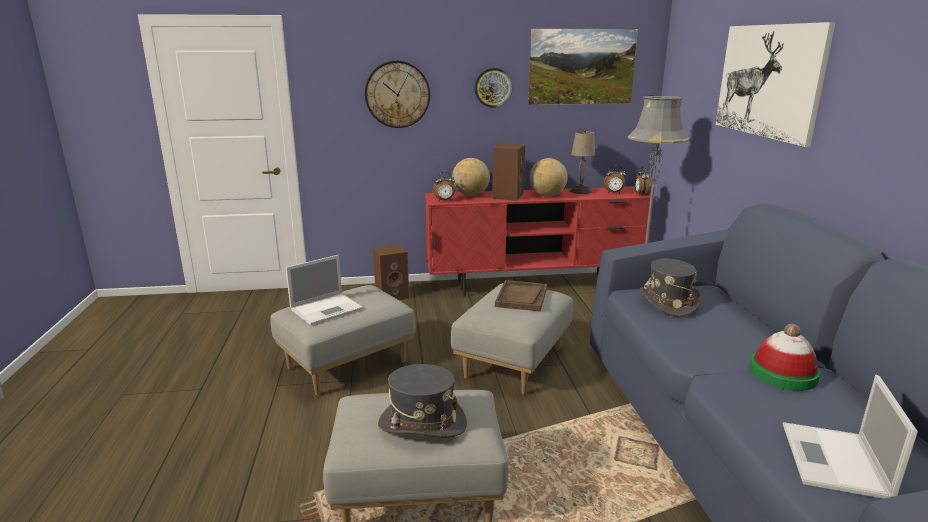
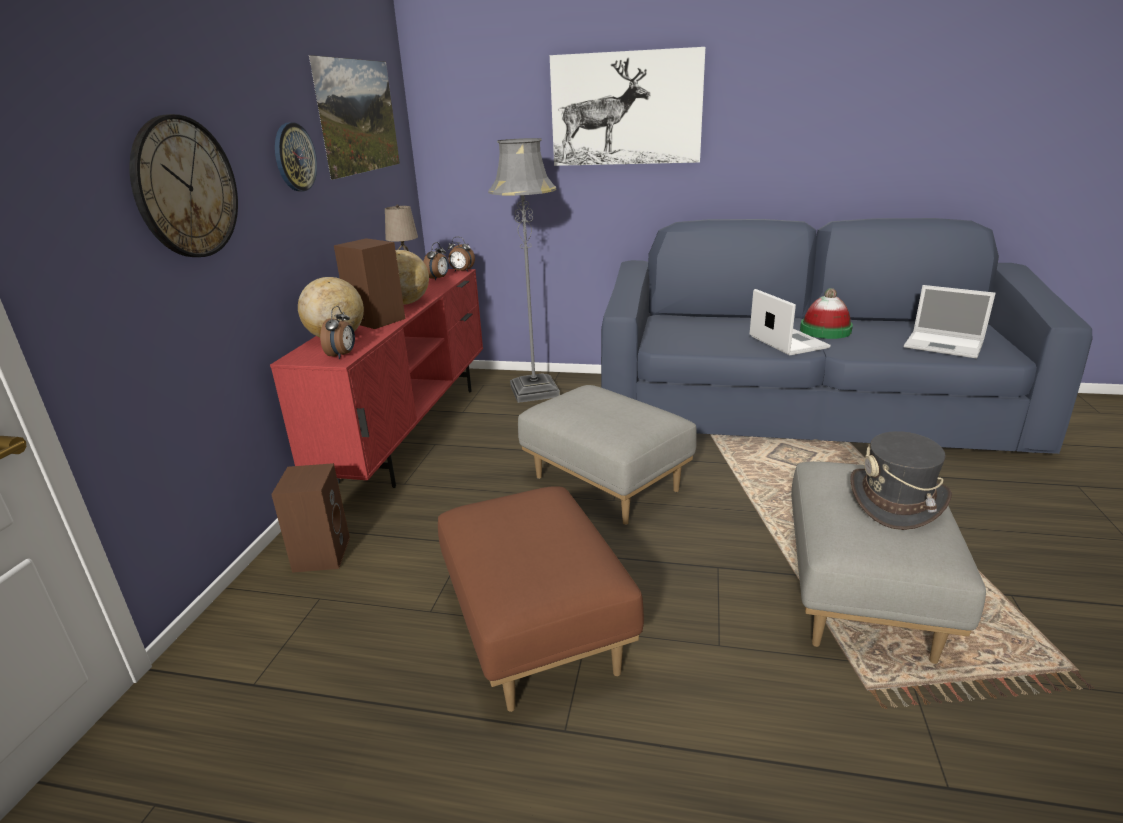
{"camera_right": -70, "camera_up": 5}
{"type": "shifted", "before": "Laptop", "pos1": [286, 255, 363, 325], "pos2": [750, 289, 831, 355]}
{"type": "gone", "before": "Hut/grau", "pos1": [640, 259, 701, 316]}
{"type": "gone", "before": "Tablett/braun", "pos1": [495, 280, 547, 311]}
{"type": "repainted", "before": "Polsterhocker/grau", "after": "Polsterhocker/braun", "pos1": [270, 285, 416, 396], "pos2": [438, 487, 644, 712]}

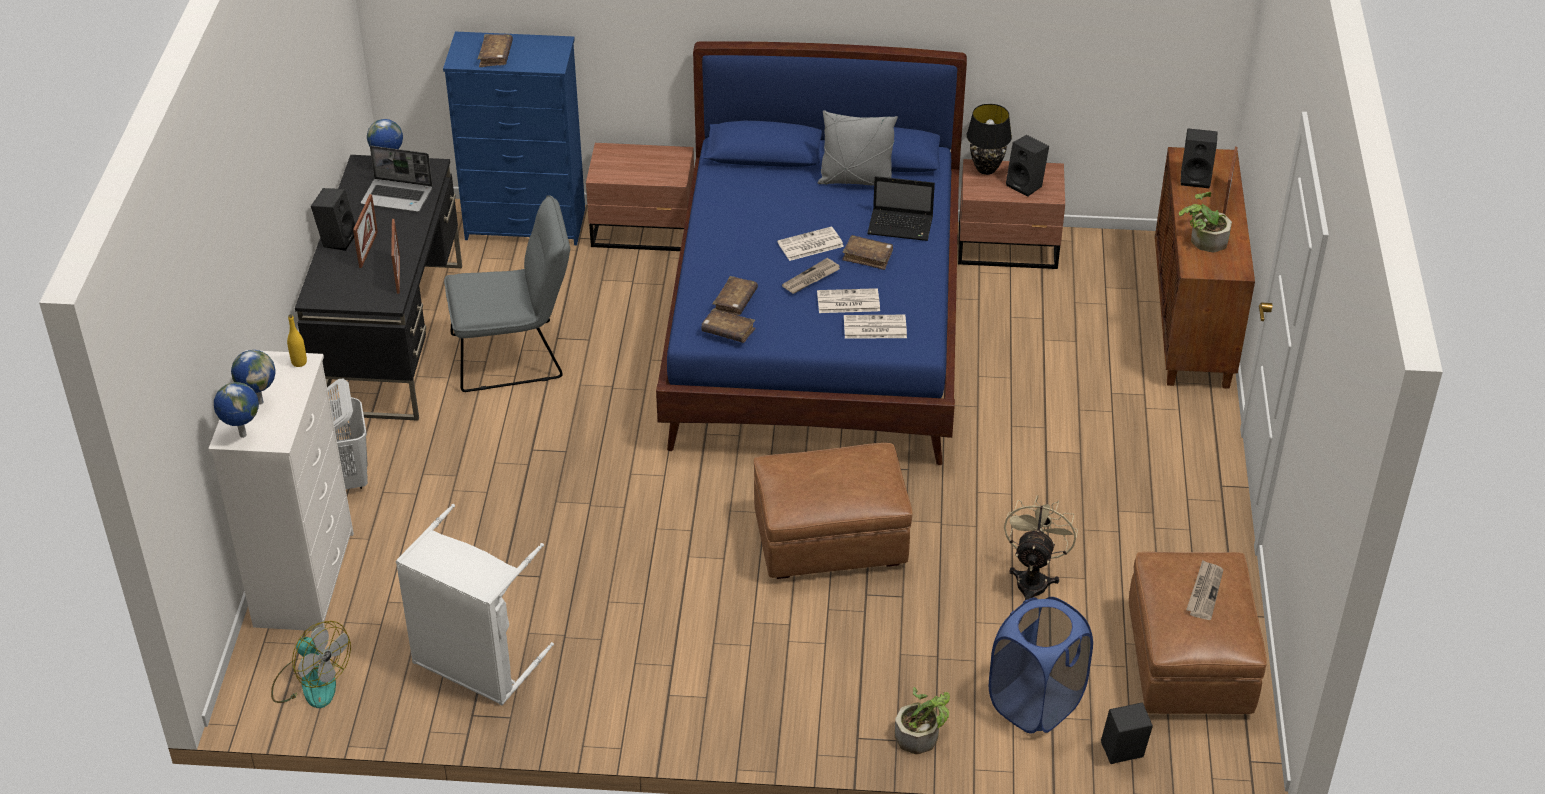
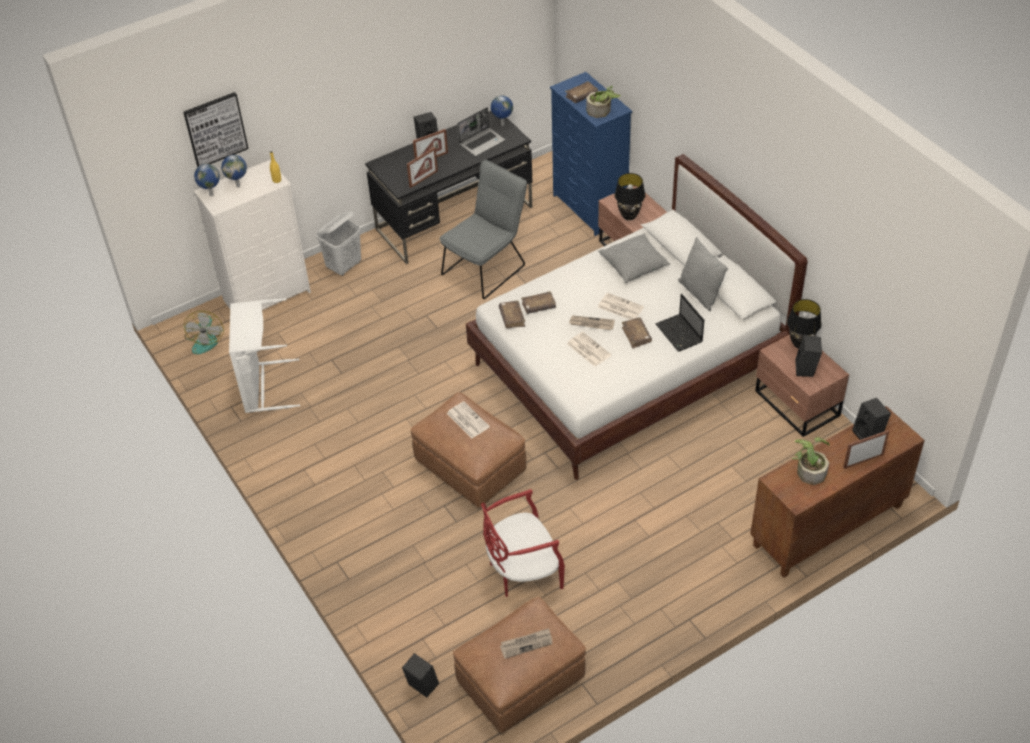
{"camera_right": 55, "camera_up": 5}
{"type": "repainted", "before": "Bett/blau", "after": "Bett/weiß", "pos1": [656, 42, 967, 465], "pos2": [466, 154, 807, 480]}
{"type": "rotated", "before": "Laptop", "pos1": [361, 146, 433, 212], "pos2": [457, 107, 505, 156], "turn": -105}
{"type": "rotated", "before": "Stuhl/grau", "pos1": [444, 195, 570, 392], "pos2": [440, 160, 527, 299], "turn": -90}
{"type": "shifted", "before": "Zeitung", "pos1": [844, 315, 907, 339], "pos2": [447, 401, 490, 438]}
{"type": "swapped", "before": "Ventilator/beige", "after": "Stuhl/rot", "pos1": [1004, 495, 1078, 600], "pos2": [481, 489, 565, 597]}
{"type": "gone", "before": "Wäschekorb/blau", "pos1": [989, 597, 1093, 734]}
{"type": "shifted", "before": "Topfpflanze", "pos1": [895, 687, 950, 754], "pos2": [586, 86, 621, 118]}
{"type": "new", "after": "Bild", "pos2": [183, 92, 249, 167]}
{"type": "new", "after": "Tischlampe/schwarz", "pos2": [615, 173, 645, 220]}
{"type": "new", "after": "Kissen/grau", "pos2": [598, 233, 670, 283]}

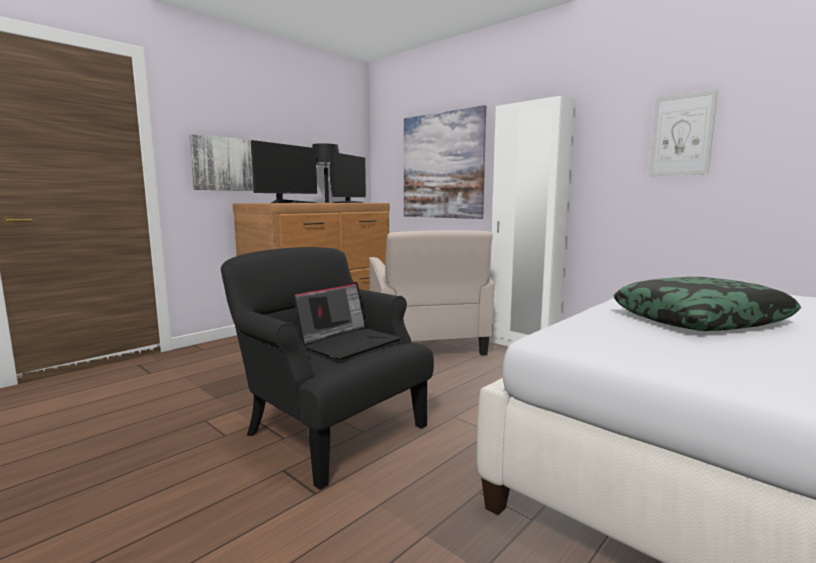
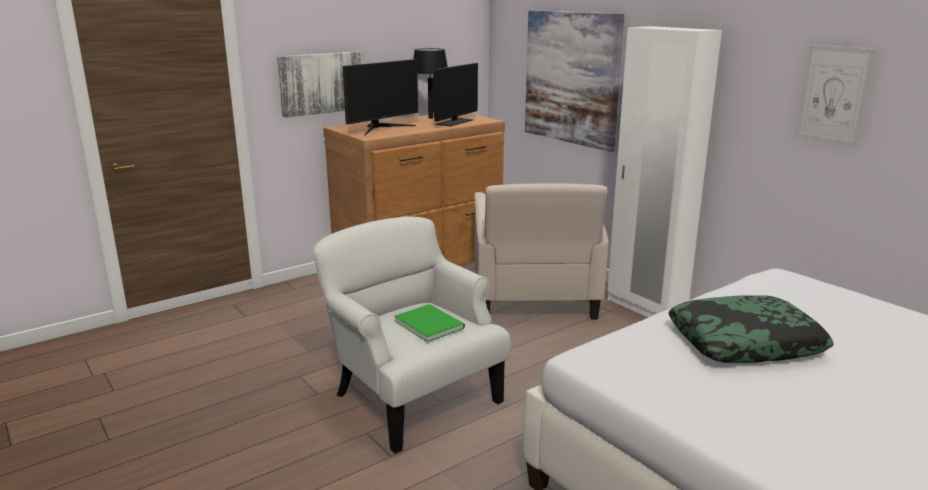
{"camera_right": 10, "camera_up": 10}
{"type": "repainted", "before": "Sessel/schwarz", "after": "Sessel/weiß", "pos1": [221, 247, 434, 490], "pos2": [313, 216, 511, 454]}
{"type": "swapped", "before": "Laptop", "after": "Buch/grün", "pos1": [293, 282, 401, 360], "pos2": [394, 304, 465, 342]}

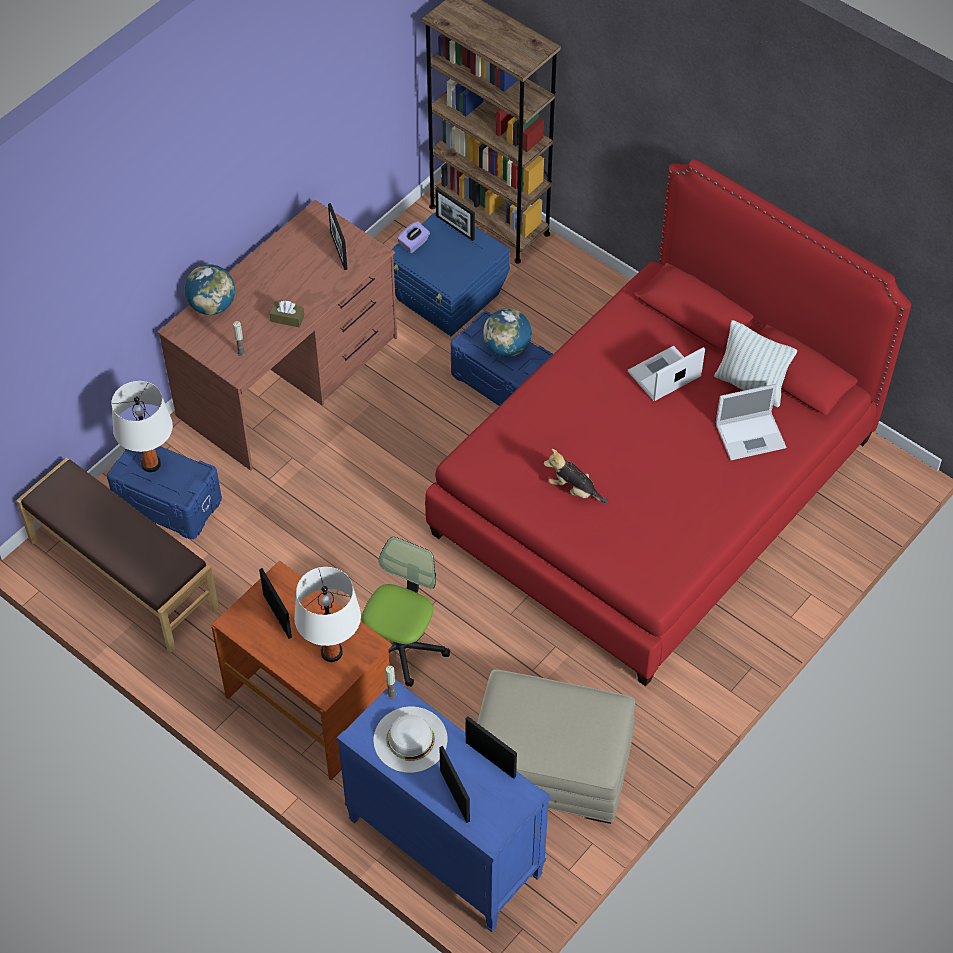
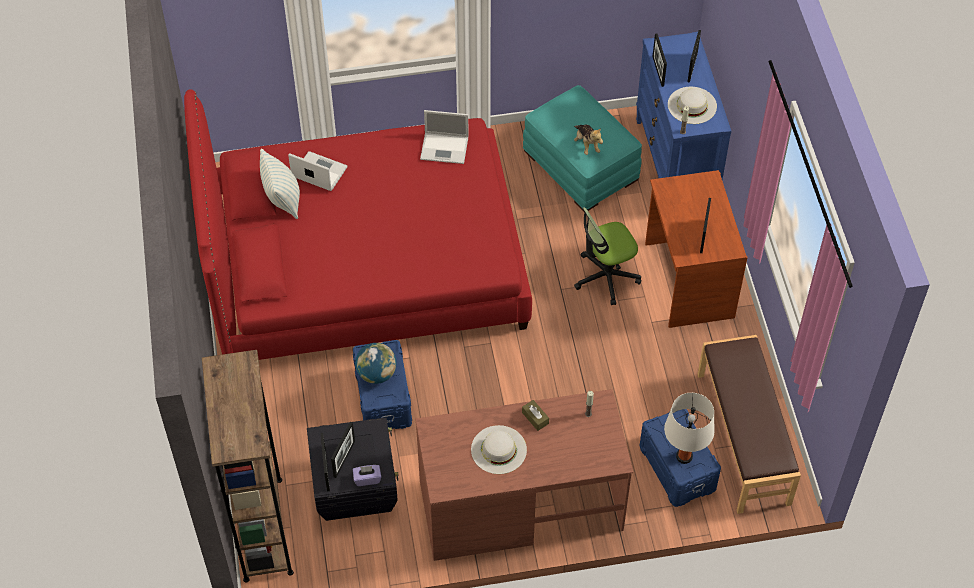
{"camera_right": -140, "camera_up": 0}
{"type": "shifted", "before": "Bilderrahmen", "pos1": [328, 203, 347, 270], "pos2": [331, 422, 355, 478]}
{"type": "repainted", "before": "Aufbewahrungsbox/blau", "after": "Aufbewahrungsbox/schwarz", "pos1": [392, 212, 510, 336], "pos2": [307, 417, 399, 521]}
{"type": "gone", "before": "Globus", "pos1": [184, 264, 235, 315]}
{"type": "shifted", "before": "Laptop", "pos1": [628, 346, 705, 401], "pos2": [420, 110, 469, 164]}
{"type": "shifted", "before": "Plüschtier", "pos1": [544, 449, 608, 503], "pos2": [574, 125, 603, 155]}
{"type": "gone", "before": "Tischlampe/weiß", "pos1": [294, 567, 361, 662]}
{"type": "repainted", "before": "Polsterhocker/beige", "after": "Polsterhocker/türkis", "pos1": [477, 669, 635, 824], "pos2": [523, 85, 642, 212]}
{"type": "new", "after": "Hut/weiß", "pos2": [471, 425, 527, 474]}

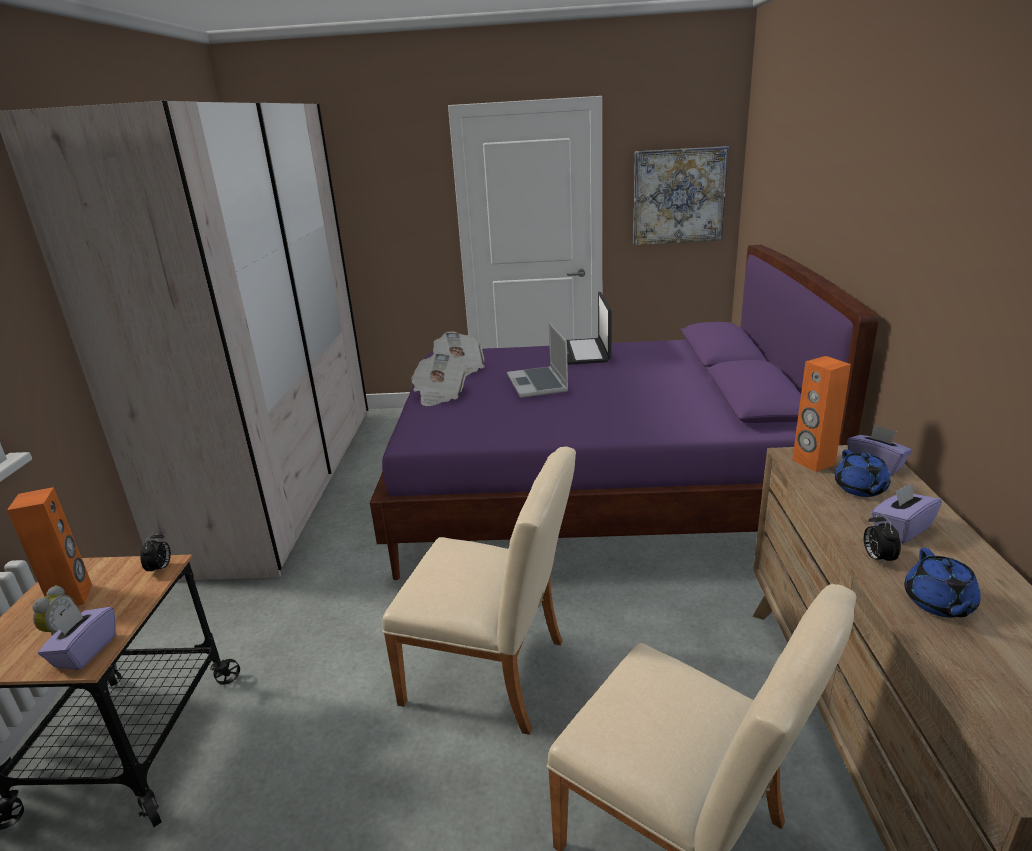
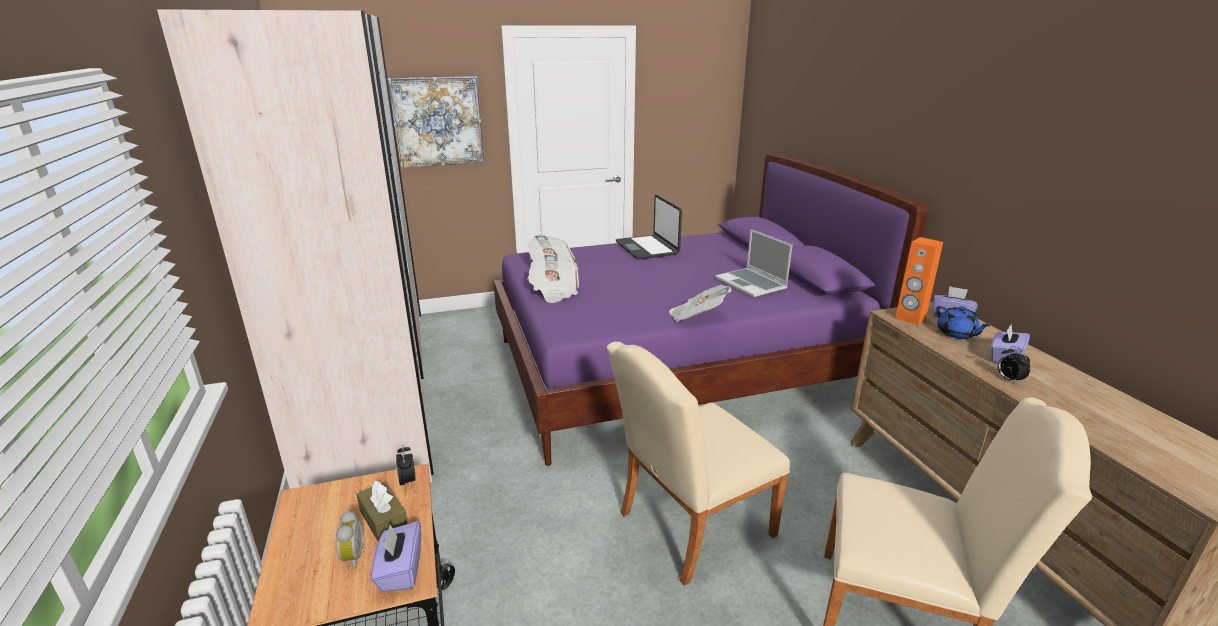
{"camera_right": -20, "camera_up": 0}
{"type": "shifted", "before": "Bild", "pos1": [633, 146, 729, 245], "pos2": [387, 76, 484, 168]}
{"type": "shifted", "before": "Laptop", "pos1": [507, 323, 568, 398], "pos2": [715, 229, 792, 298]}
{"type": "rotated", "before": "Stuhl/beige", "pos1": [382, 447, 576, 735], "pos2": [607, 342, 790, 586], "turn": 150}
{"type": "gone", "before": "Lautsprecher/orange", "pos1": [7, 487, 92, 606]}
{"type": "gone", "before": "Teekanne/blau", "pos1": [904, 548, 981, 617]}
{"type": "new", "after": "Zeitung", "pos2": [669, 285, 732, 322]}
{"type": "new", "after": "Taschentuchbox/braun", "pos2": [356, 481, 408, 541]}

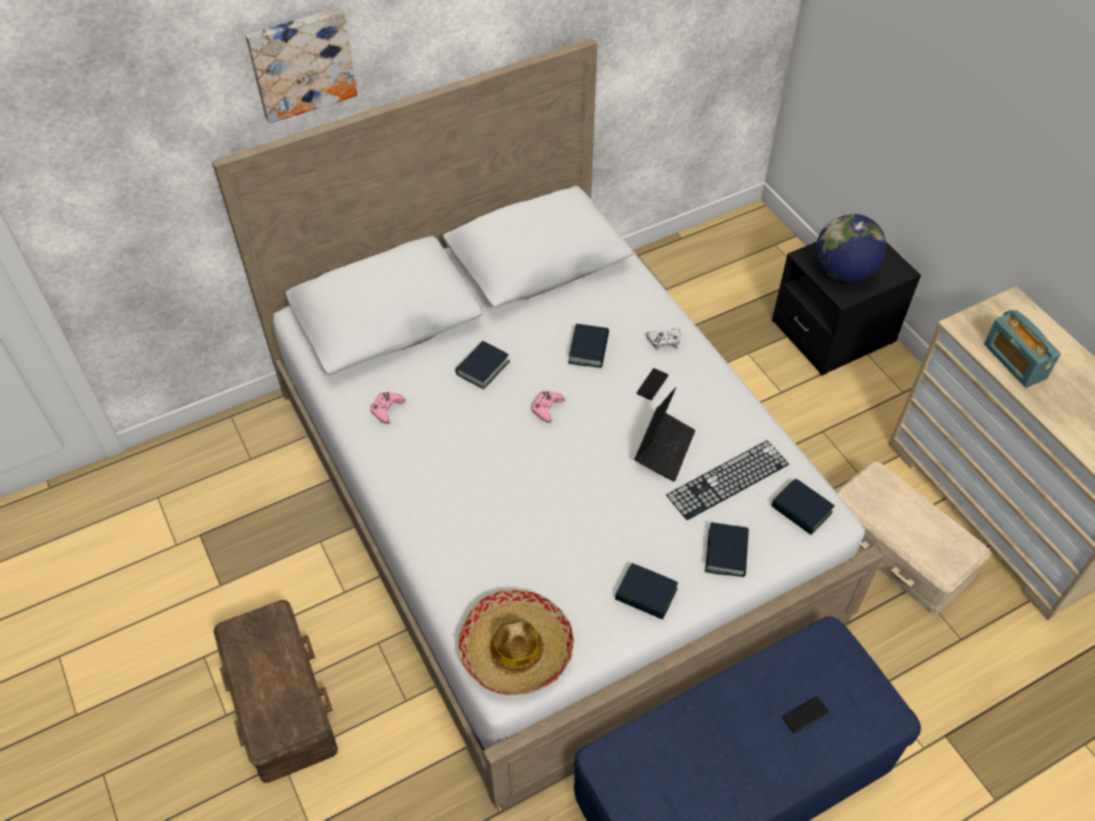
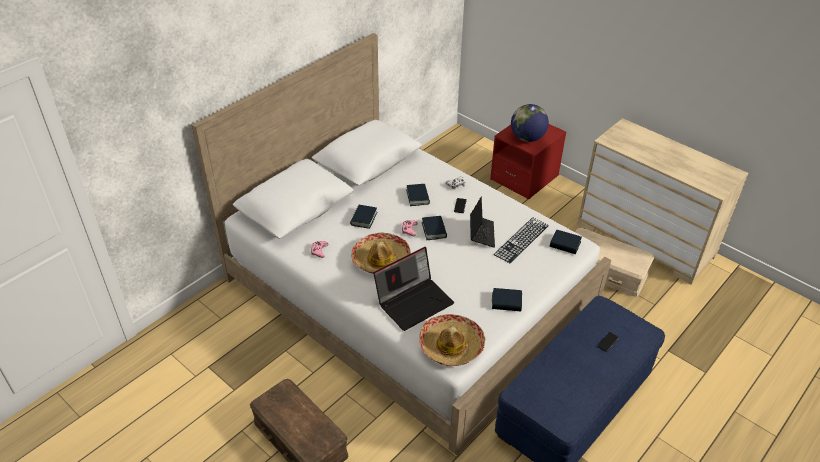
{"camera_right": -20, "camera_up": -10}
{"type": "gone", "before": "Bild", "pos1": [245, 7, 358, 124]}
{"type": "repainted", "before": "Nachttisch/schwarz", "after": "Nachttisch/rot", "pos1": [772, 242, 921, 375], "pos2": [490, 124, 566, 200]}
{"type": "gone", "before": "Radio", "pos1": [984, 310, 1061, 388]}
{"type": "shifted", "before": "Buch", "pos1": [705, 523, 749, 577], "pos2": [422, 216, 447, 240]}
{"type": "new", "after": "Hut", "pos2": [351, 233, 411, 274]}
{"type": "new", "after": "Laptop", "pos2": [373, 247, 454, 331]}

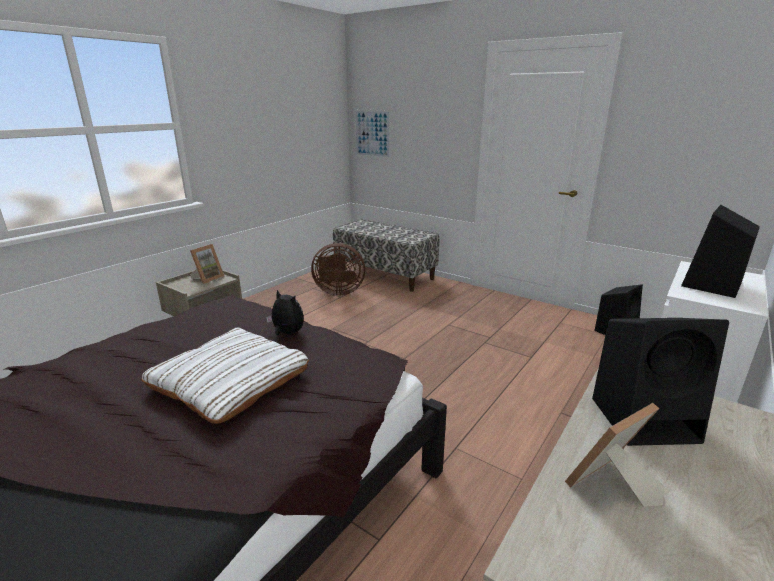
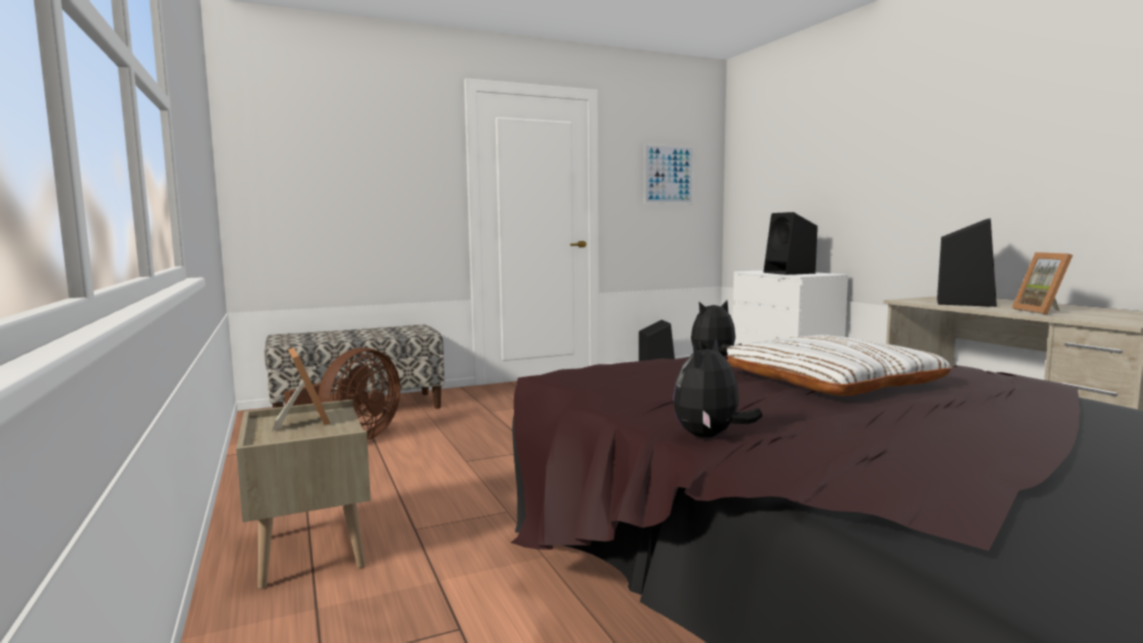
{"camera_right": -60, "camera_up": -15}
{"type": "shifted", "before": "Bild", "pos1": [354, 110, 391, 159], "pos2": [644, 144, 694, 204]}
{"type": "new", "after": "Plüschtier", "pos2": [673, 339, 762, 438]}

